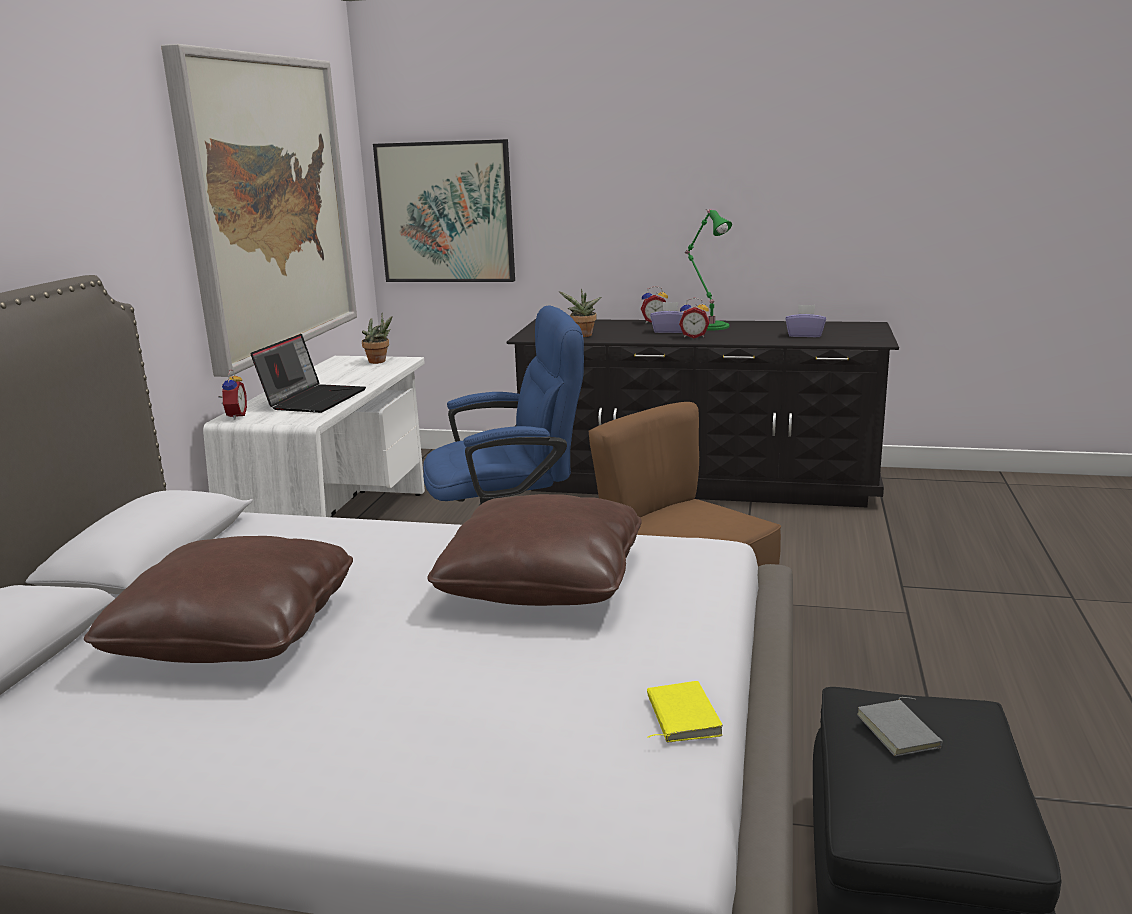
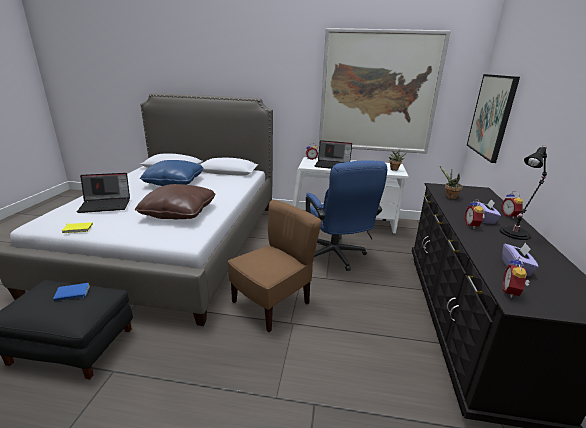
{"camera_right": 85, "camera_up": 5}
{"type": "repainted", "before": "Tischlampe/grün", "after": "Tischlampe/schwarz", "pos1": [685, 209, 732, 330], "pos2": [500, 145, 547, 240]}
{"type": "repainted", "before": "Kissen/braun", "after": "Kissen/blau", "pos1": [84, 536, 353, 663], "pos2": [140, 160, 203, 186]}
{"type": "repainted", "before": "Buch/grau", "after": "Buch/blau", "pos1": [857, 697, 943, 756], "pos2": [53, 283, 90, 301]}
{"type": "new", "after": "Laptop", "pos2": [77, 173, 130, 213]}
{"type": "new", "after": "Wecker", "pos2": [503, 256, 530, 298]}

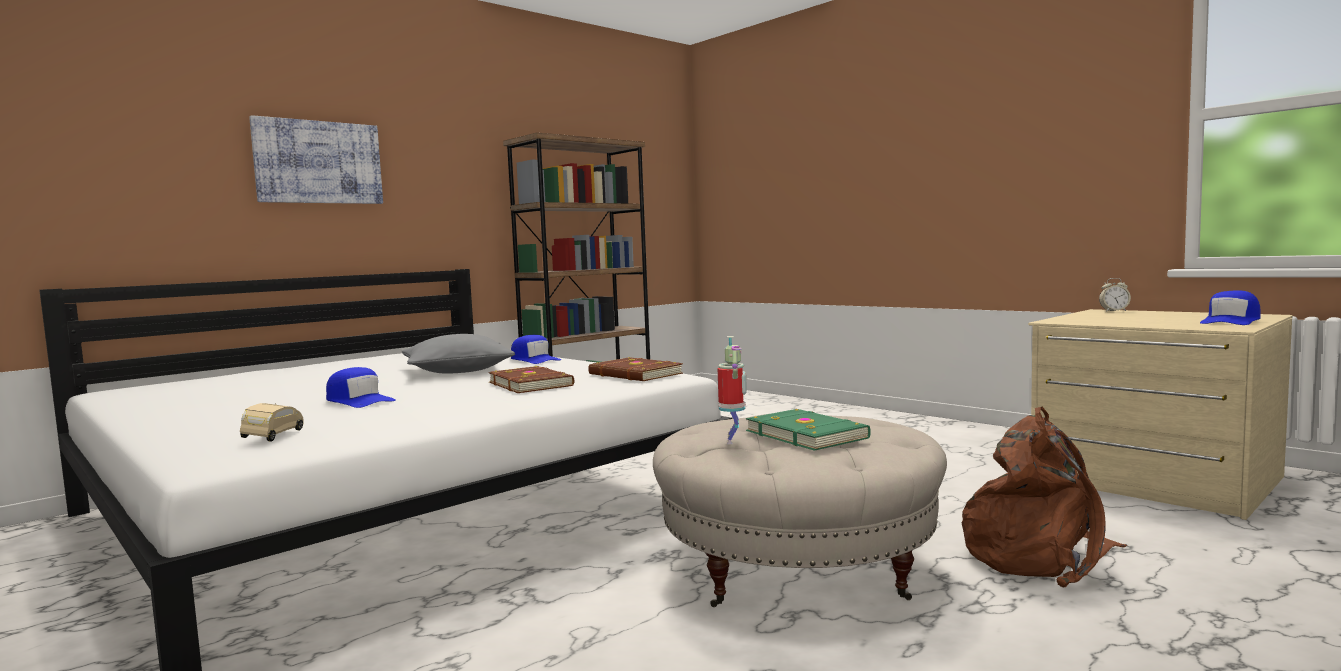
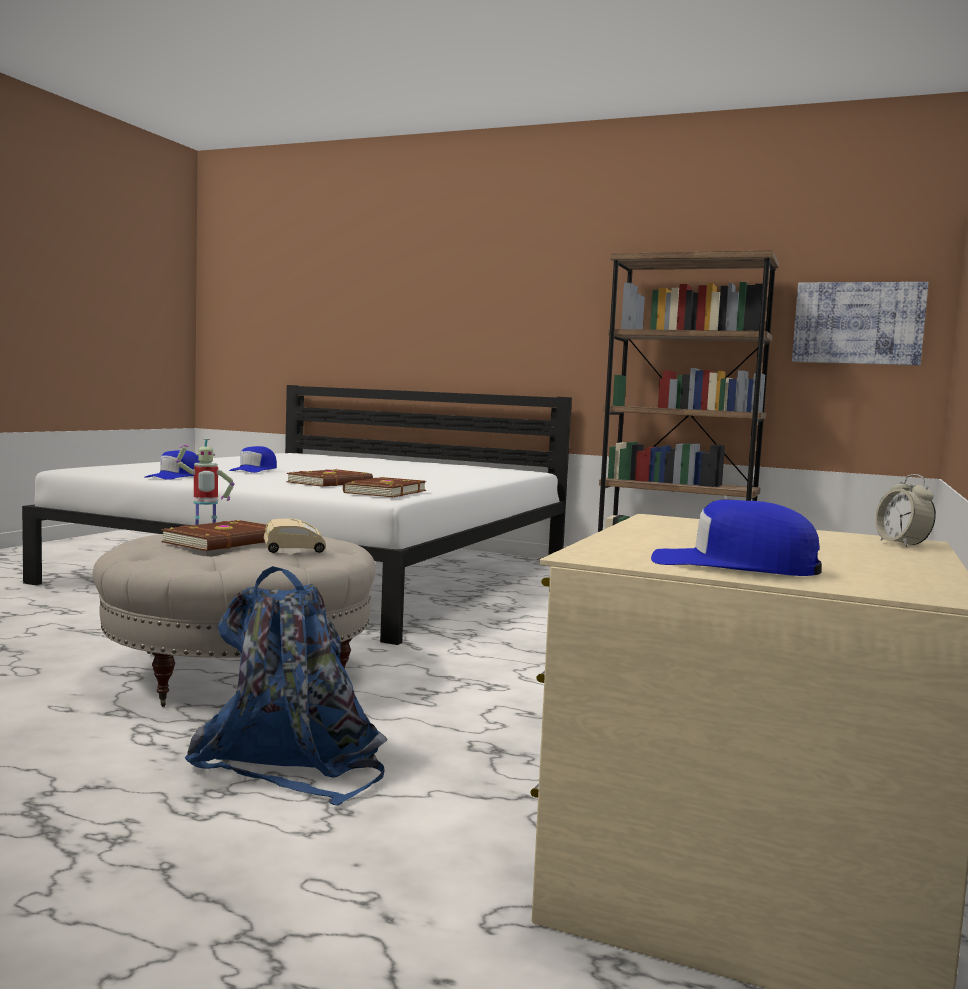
{"camera_right": 65, "camera_up": 0}
{"type": "shifted", "before": "Bild", "pos1": [249, 115, 383, 204], "pos2": [792, 282, 928, 365]}
{"type": "gone", "before": "Kissen/grau", "pos1": [402, 334, 515, 374]}
{"type": "shifted", "before": "Kappe/blau", "pos1": [511, 335, 561, 364], "pos2": [145, 450, 201, 480]}
{"type": "shifted", "before": "Spielzeugauto/beige", "pos1": [240, 403, 304, 442], "pos2": [264, 519, 326, 553]}
{"type": "repainted", "before": "Rucksack/braun", "after": "Rucksack/blau", "pos1": [962, 407, 1127, 588], "pos2": [185, 566, 388, 805]}
{"type": "repainted", "before": "Buch/grün", "after": "Buch/braun", "pos1": [746, 409, 871, 451], "pos2": [161, 520, 267, 551]}

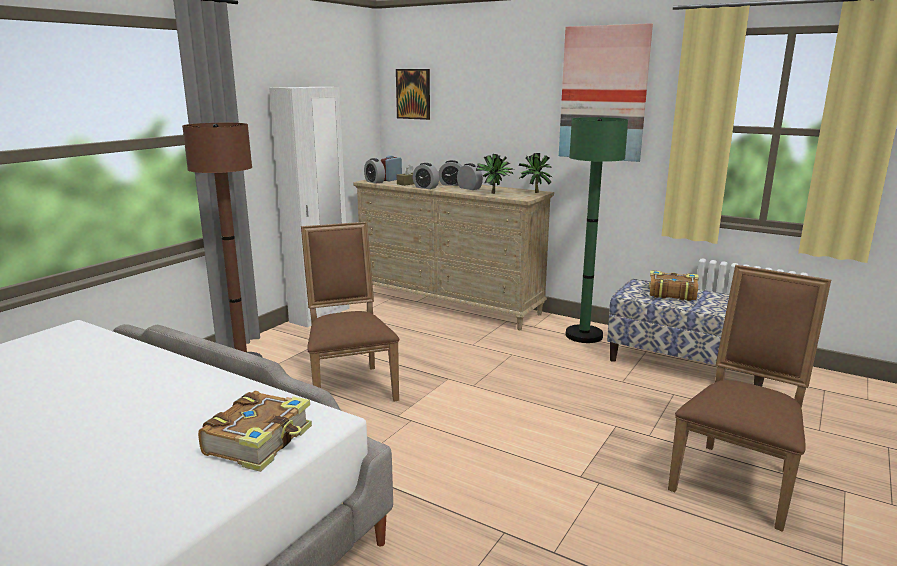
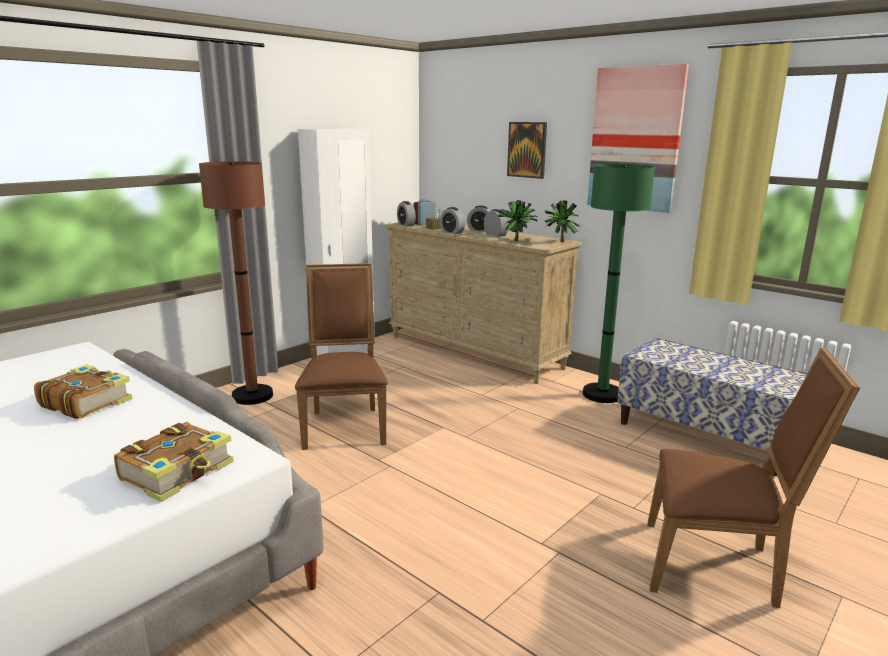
{"camera_right": 10, "camera_up": 0}
{"type": "shifted", "before": "Bild", "pos1": [396, 69, 430, 120], "pos2": [507, 122, 547, 179]}
{"type": "rotated", "before": "Stuhl/braun", "pos1": [668, 265, 831, 532], "pos2": [648, 347, 860, 608], "turn": 60}
{"type": "shifted", "before": "Buch", "pos1": [649, 270, 699, 301], "pos2": [34, 365, 133, 419]}

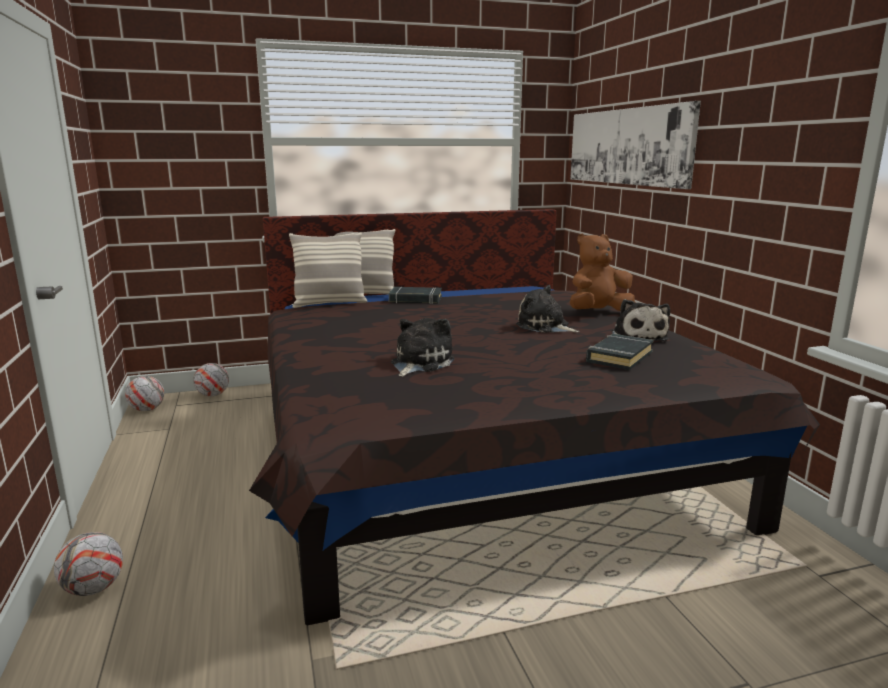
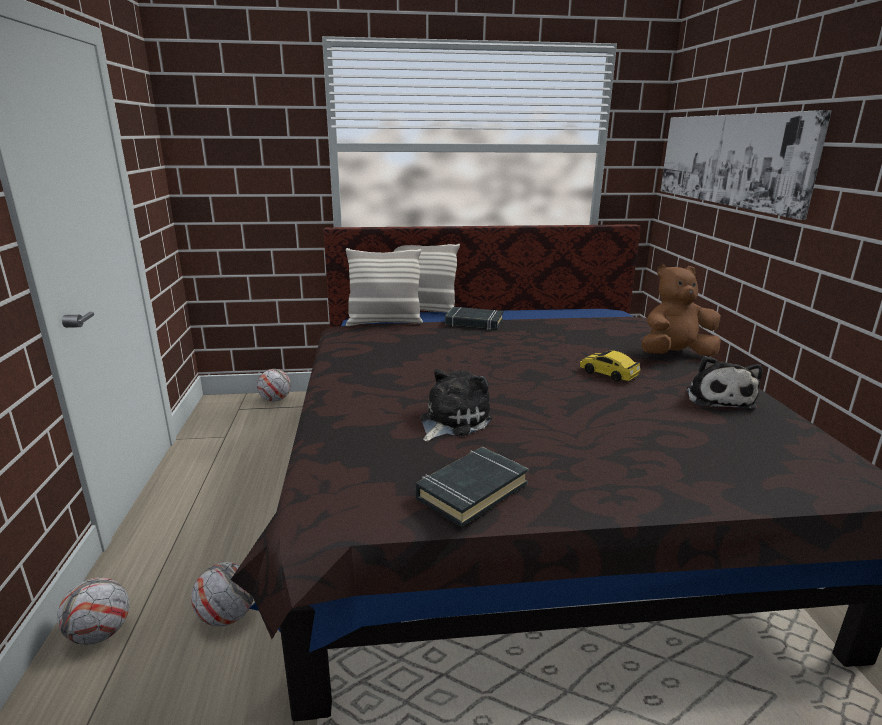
{"camera_right": 10, "camera_up": 5}
{"type": "swapped", "before": "Plüschtier", "after": "Spielzeugauto", "pos1": [516, 285, 579, 333], "pos2": [580, 350, 641, 381]}
{"type": "shifted", "before": "Buch/schwarz", "pos1": [586, 334, 653, 370], "pos2": [415, 447, 529, 527]}
{"type": "shifted", "before": "Fußball", "pos1": [125, 376, 164, 411], "pos2": [191, 562, 254, 626]}

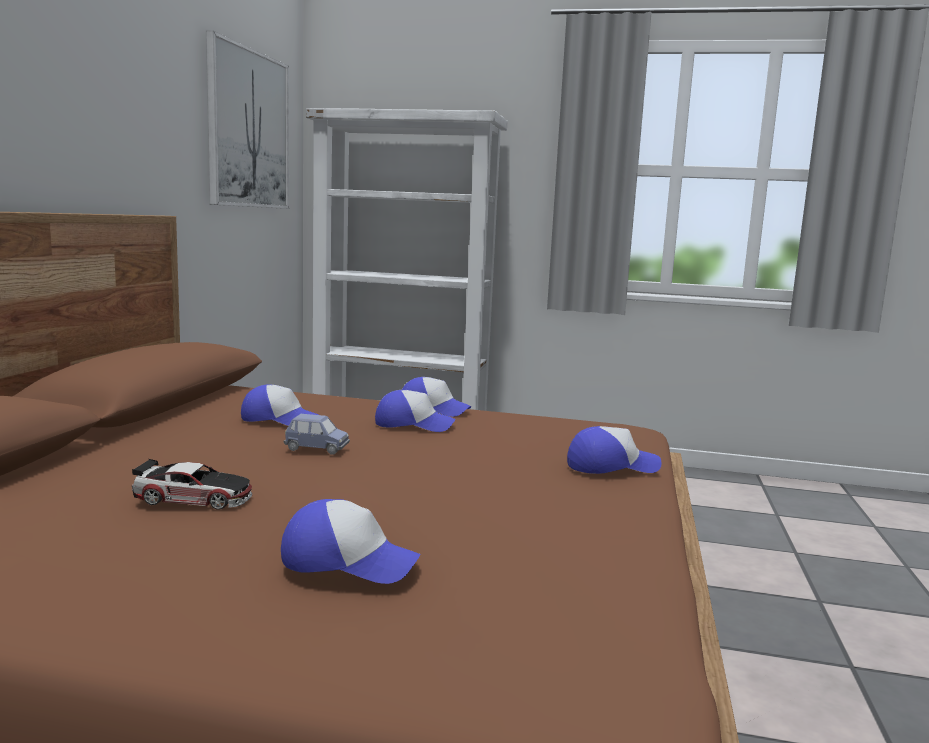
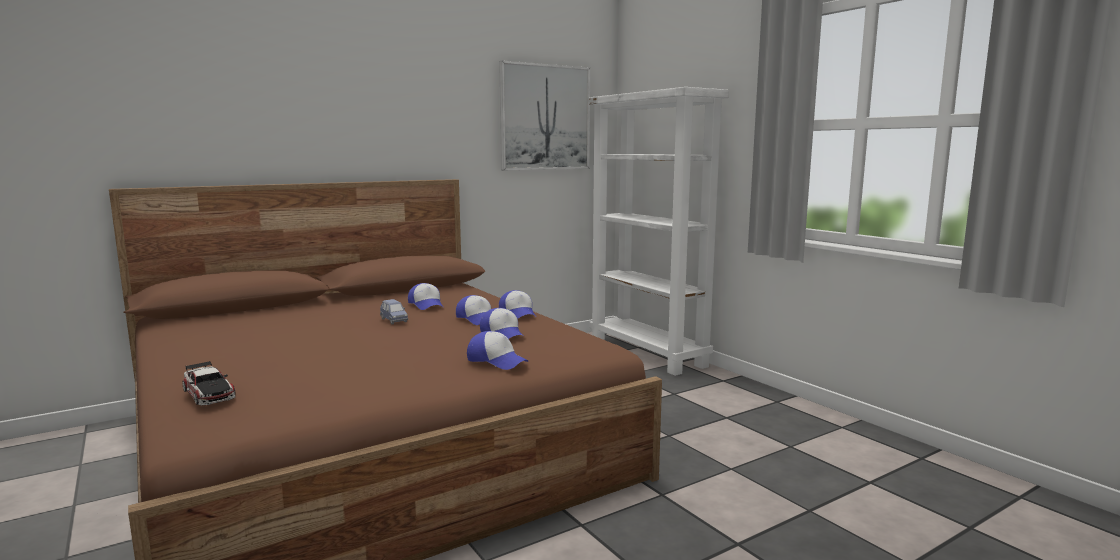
{"camera_right": 45, "camera_up": 0}
{"type": "shifted", "before": "Spielzeugauto", "pos1": [132, 459, 252, 510], "pos2": [182, 361, 236, 405]}
{"type": "shifted", "before": "Kappe", "pos1": [281, 499, 421, 584], "pos2": [480, 308, 522, 339]}

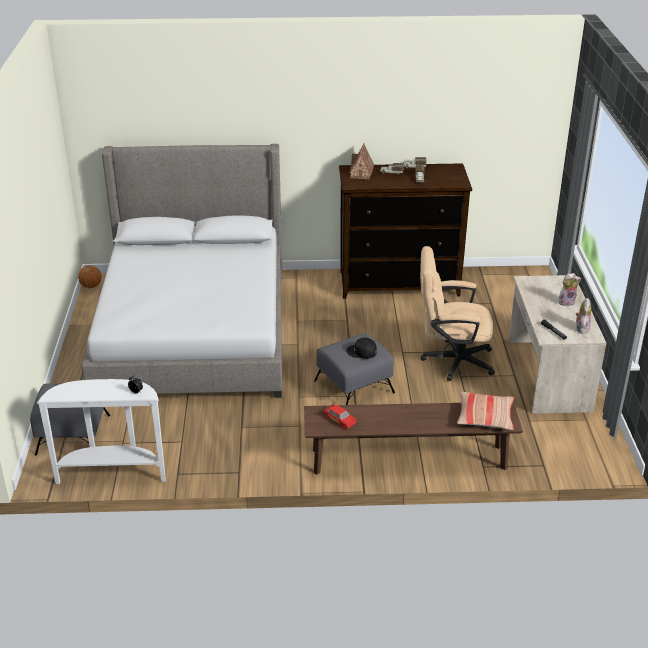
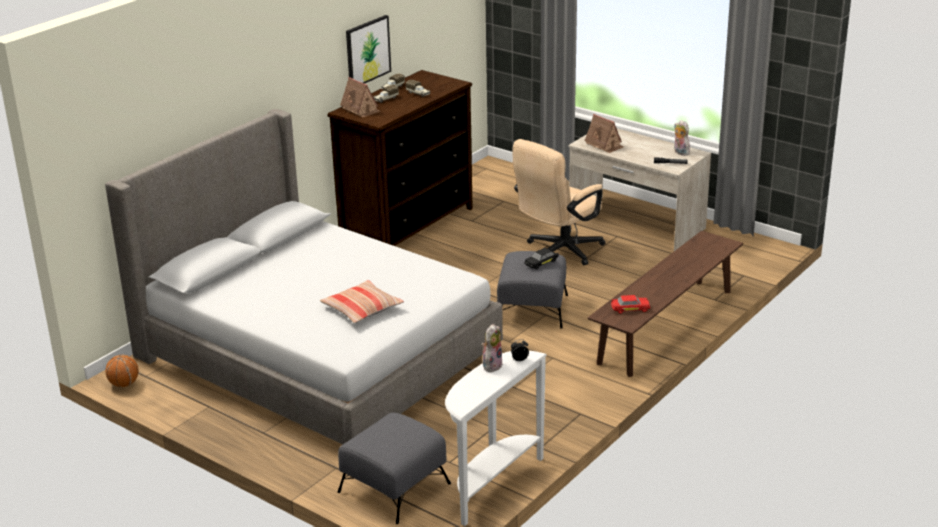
{"camera_right": -50, "camera_up": -5}
{"type": "shifted", "before": "Plüschtier", "pos1": [558, 273, 581, 306], "pos2": [481, 324, 503, 372]}
{"type": "swapped", "before": "Kappe/schwarz", "after": "Spielzeugauto/schwarz", "pos1": [346, 338, 377, 359], "pos2": [524, 248, 559, 270]}
{"type": "shifted", "before": "Kissen", "pos1": [457, 391, 514, 430], "pos2": [320, 280, 404, 323]}
{"type": "new", "after": "Bild", "pos2": [346, 15, 391, 84]}
{"type": "new", "after": "Spielzeughaus", "pos2": [584, 114, 624, 153]}

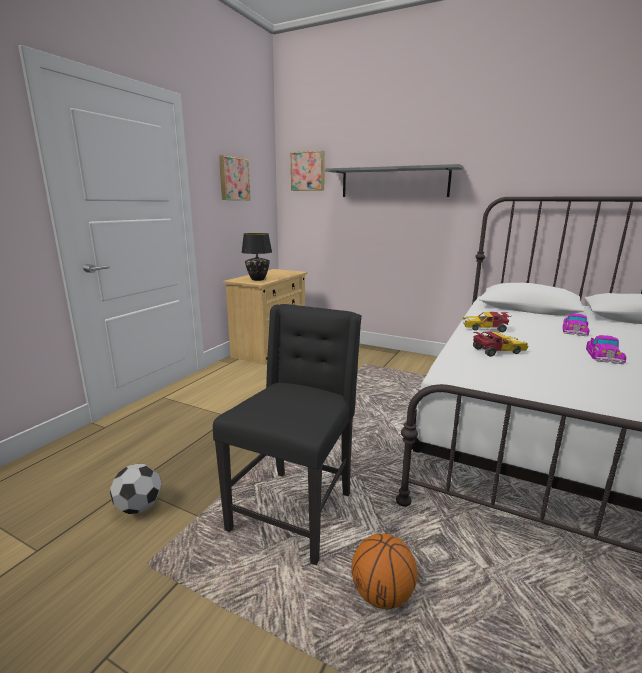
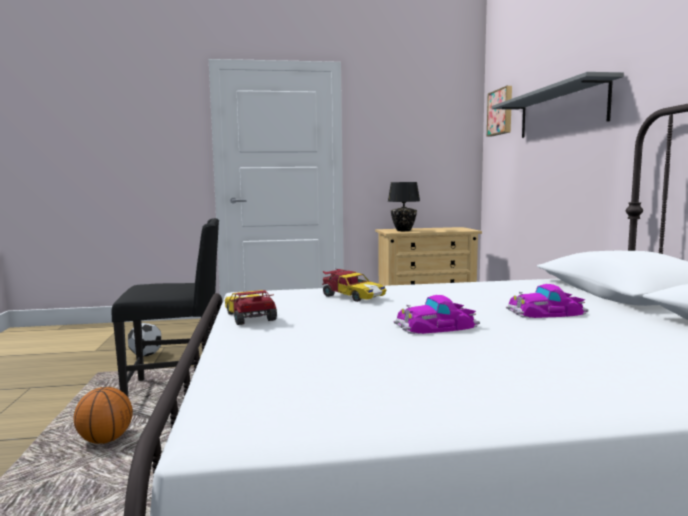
{"camera_right": 55, "camera_up": -10}
{"type": "gone", "before": "Bild", "pos1": [219, 155, 251, 200]}
{"type": "shifted", "before": "Spielzeugauto", "pos1": [462, 312, 511, 332], "pos2": [225, 290, 277, 325]}

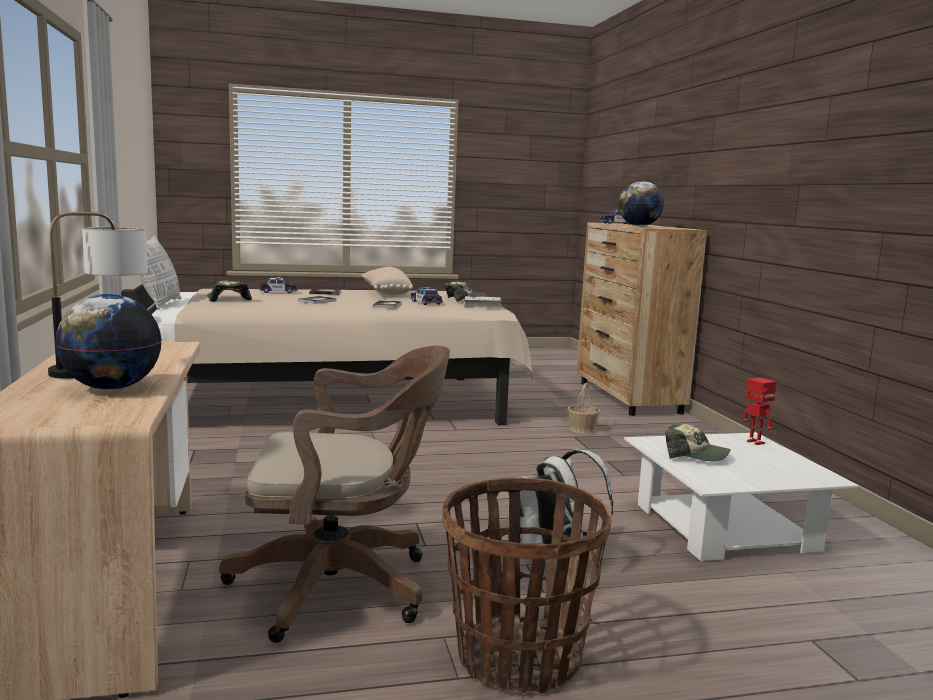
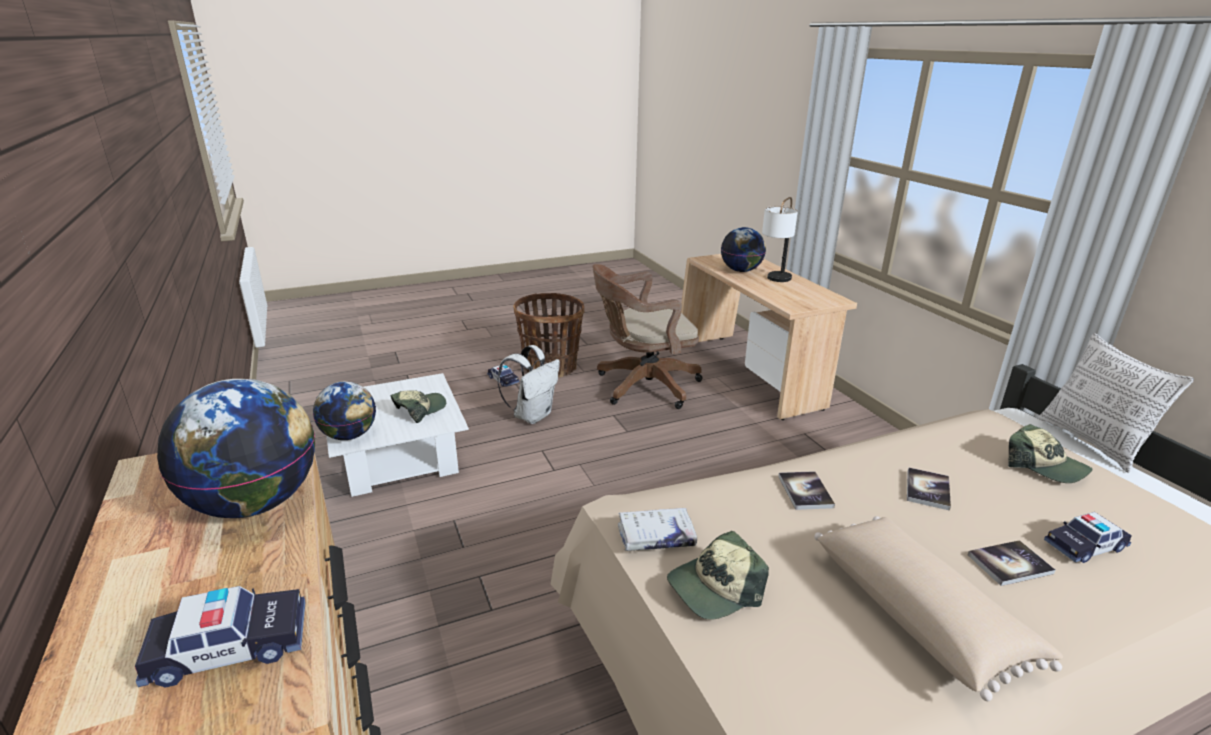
{"camera_right": 170, "camera_up": 15}
{"type": "shifted", "before": "Spielzeugauto", "pos1": [410, 287, 443, 305], "pos2": [487, 364, 519, 387]}
{"type": "swapped", "before": "Spielzeugroboter", "after": "Globus", "pos1": [743, 377, 776, 445], "pos2": [313, 382, 376, 440]}
{"type": "gone", "before": "Korb", "pos1": [567, 383, 600, 434]}
{"type": "rotated", "before": "Kappe", "pos1": [665, 423, 731, 461], "pos2": [390, 390, 446, 423], "turn": 120}

